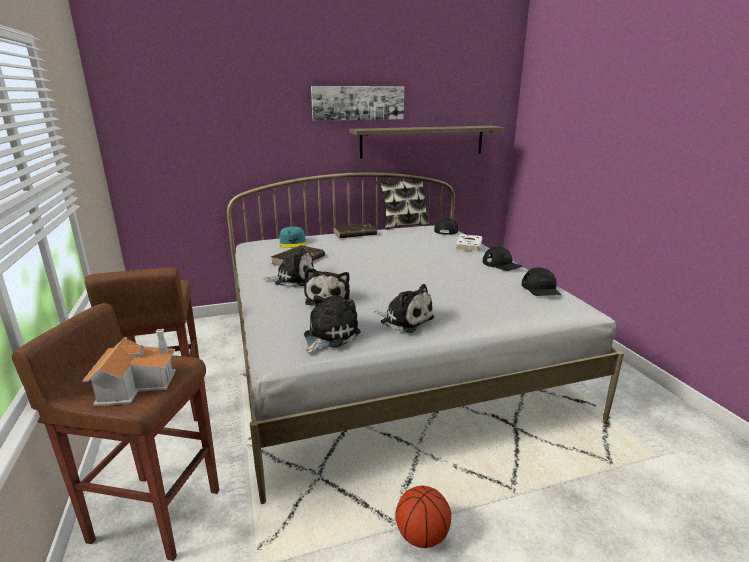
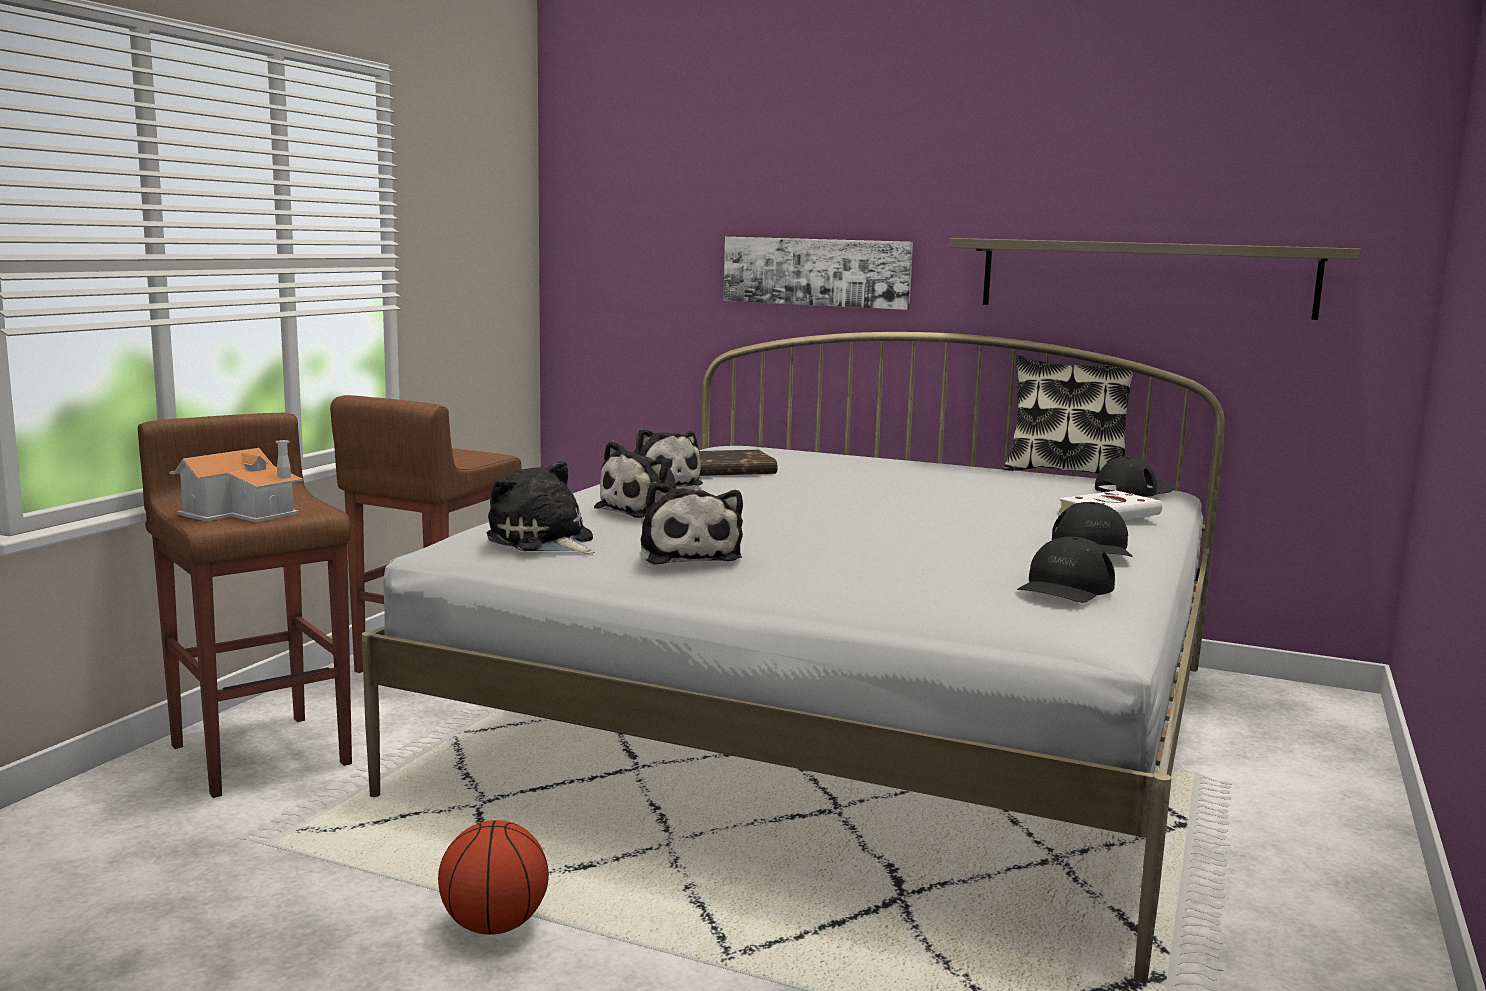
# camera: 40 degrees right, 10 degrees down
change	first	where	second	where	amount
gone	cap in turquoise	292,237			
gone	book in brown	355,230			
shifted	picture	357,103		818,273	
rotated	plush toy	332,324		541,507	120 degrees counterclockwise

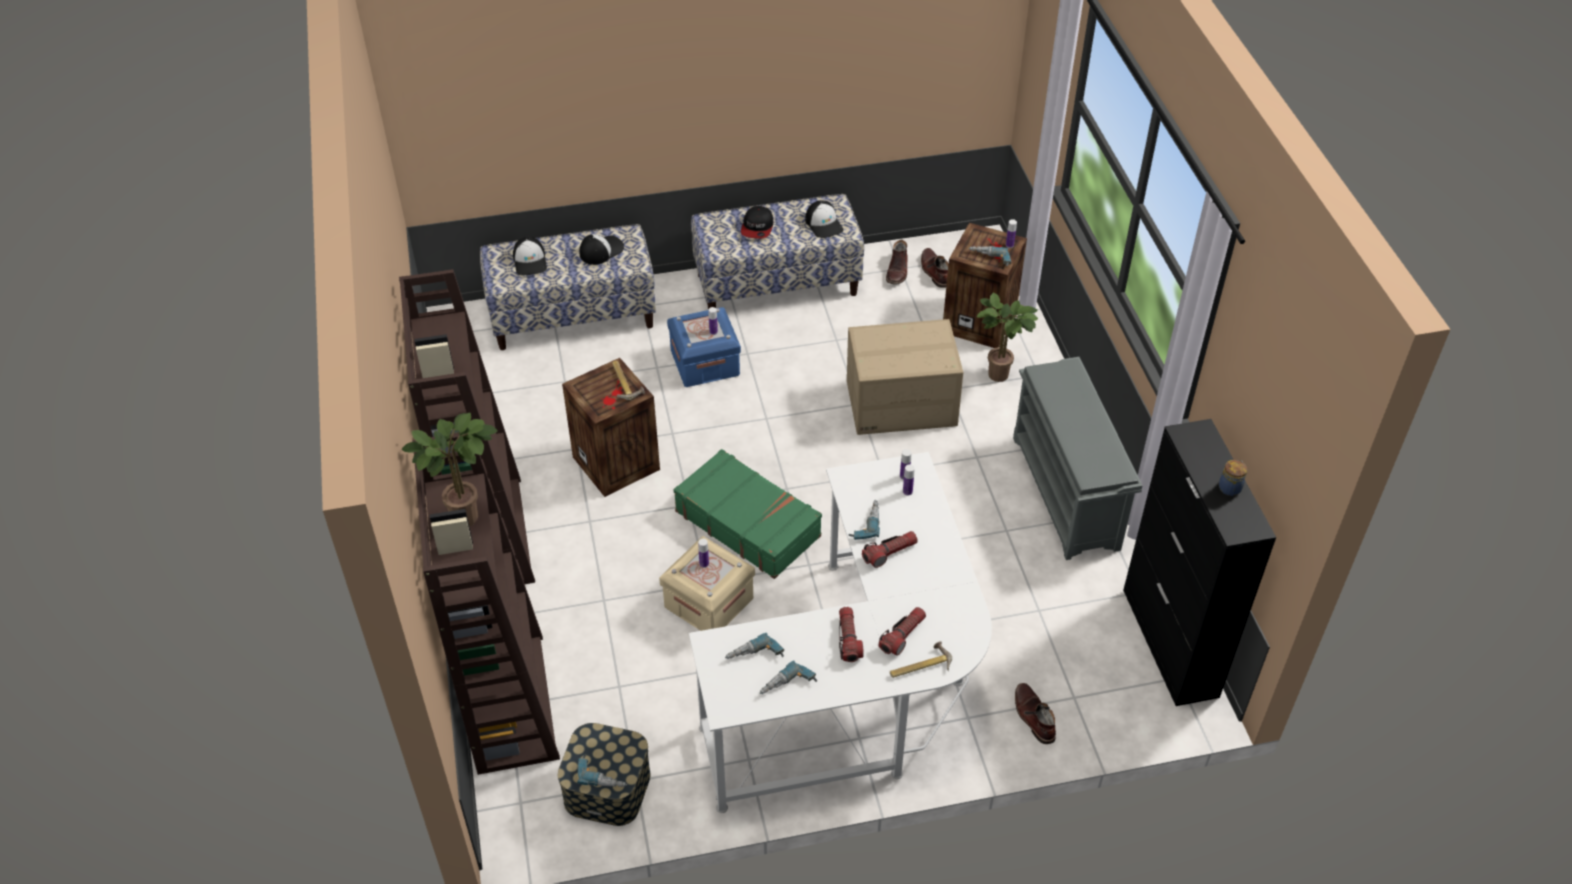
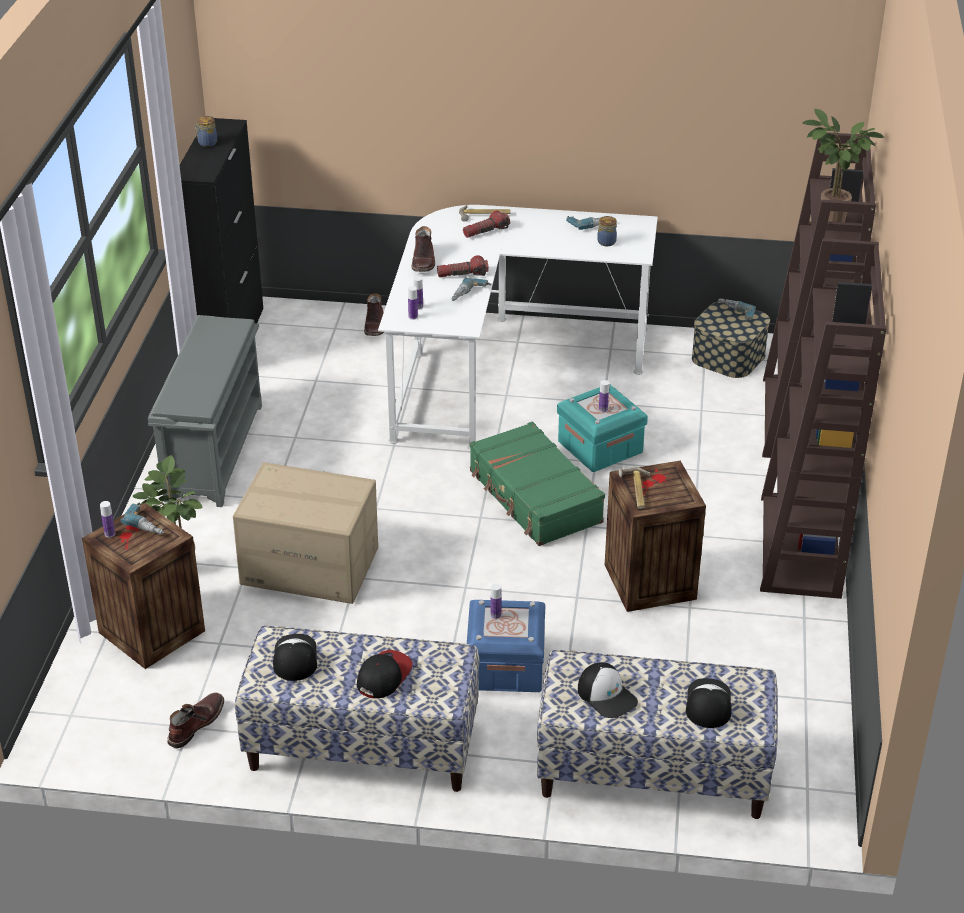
# camera: 160 degrees left, 10 degrees down
change	first	where	second	where	amount
gone	flashlight	851,634			
shifted	boot in brown	935,268		423,249	
swapped	power drill	754,646	jar	607,231	
repainted	storage box in beige	707,583	storage box in turquoise	602,428	
rotated	cap	601,249		608,690	105 degrees counterclockwise

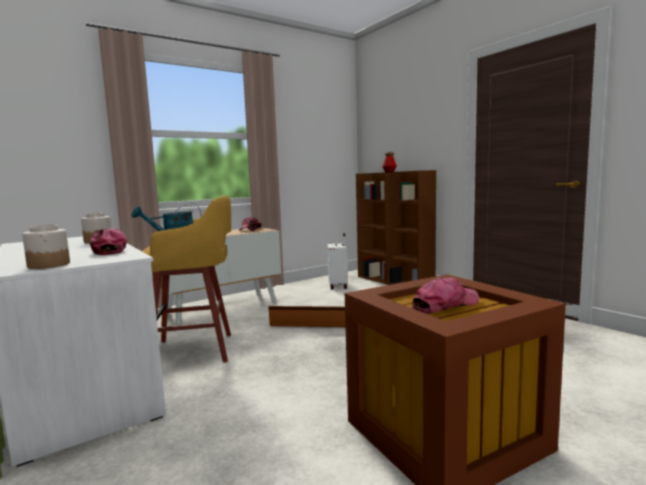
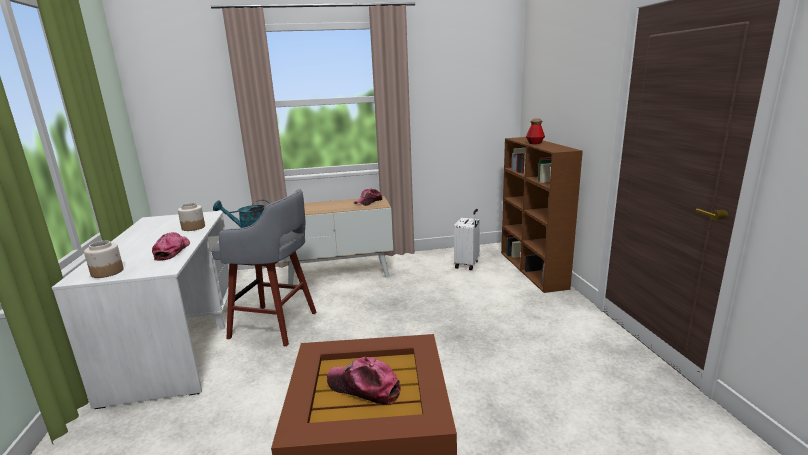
# camera: 25 degrees right, 10 degrees up
change	first	where	second	where	amount
gone	storage box in brown	306,316			
repainted	stool in yellow	186,279	stool in grey	264,267	
rotated	cap	445,296		364,380	150 degrees counterclockwise

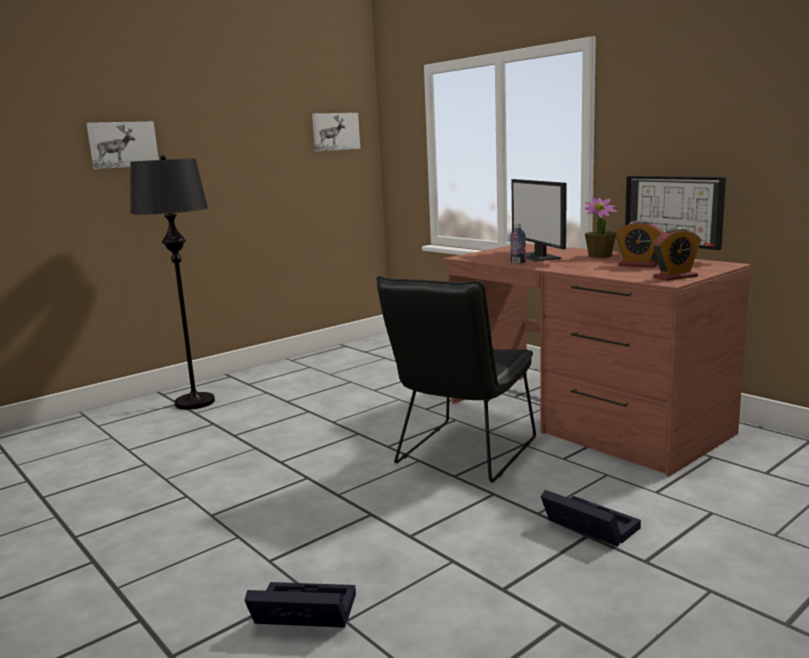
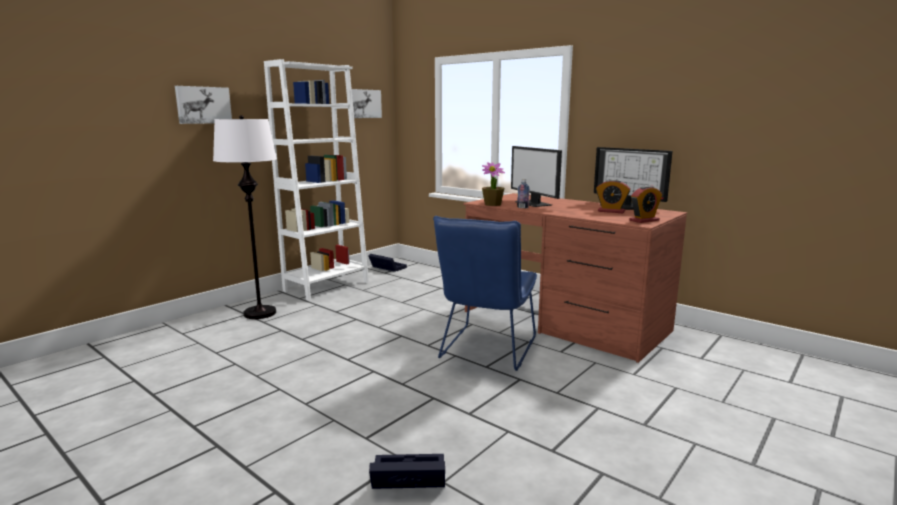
# camera: 10 degrees left, 0 degrees up
change	first	where	second	where	amount
new			bookcase in white	316,180	
shifted	storage box in black	590,518		388,263	
shifted	potted plant	601,228		493,184	
repainted	floor lamp in black	172,282	floor lamp in white	245,217	
repainted	chair in black	456,379	chair in blue	485,293	

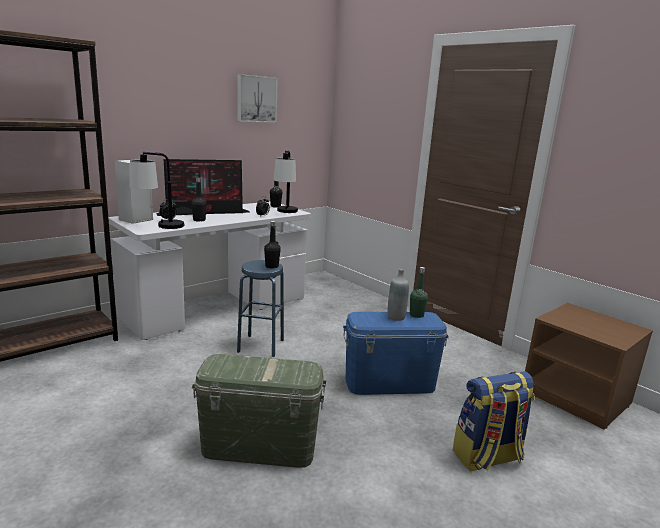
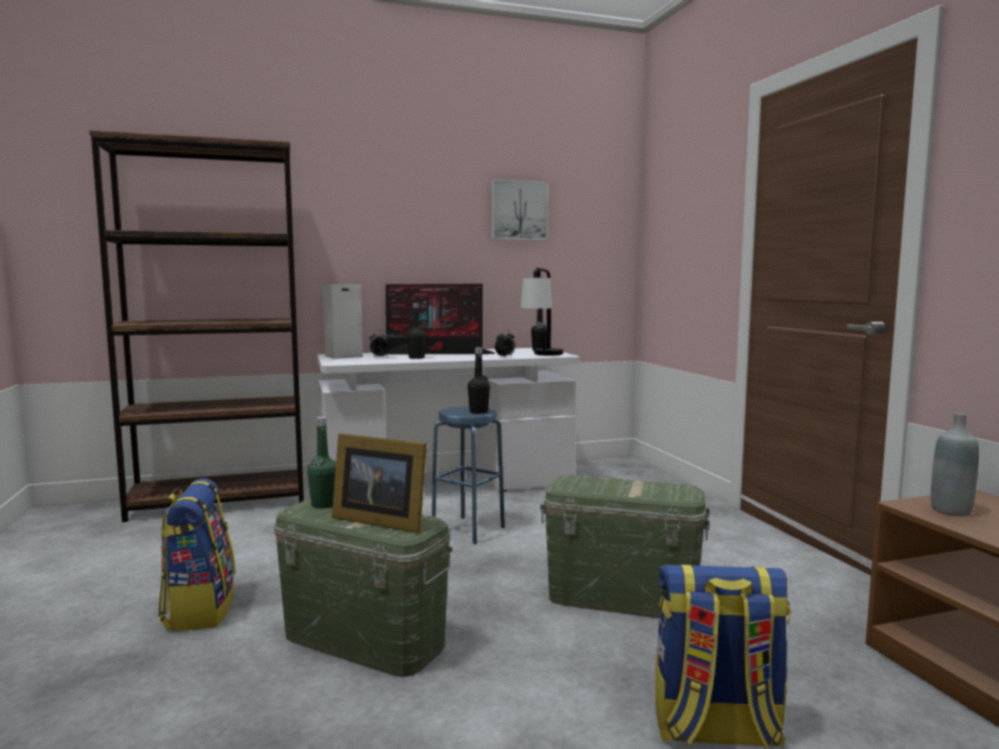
# camera: 25 degrees right, 10 degrees down
change	first	where	second	where	amount
gone	table lamp	156,190			
new			backpack	197,555	
new			picture frame	379,483	
shifted	bottle in grey	398,295		955,464	
shifted	bottle in green	419,292		321,463	
repainted	storage box in blue	396,353	storage box in green	625,547	

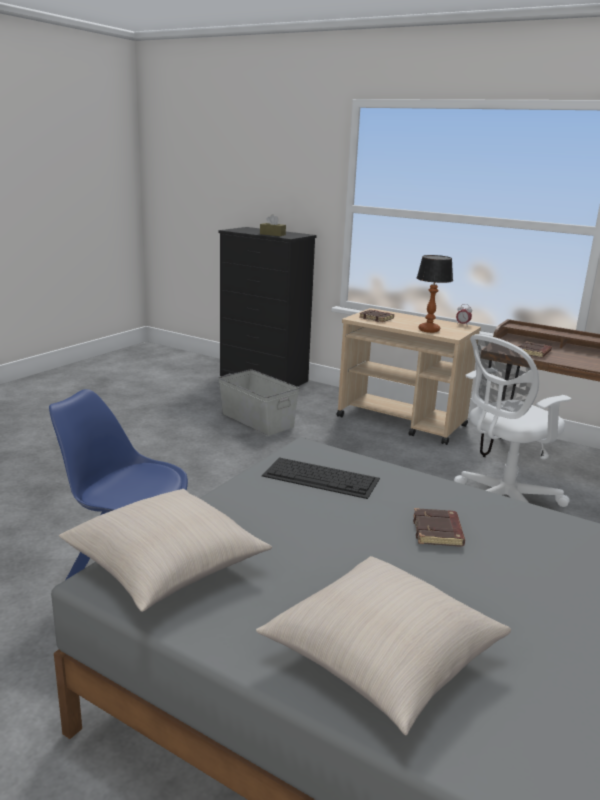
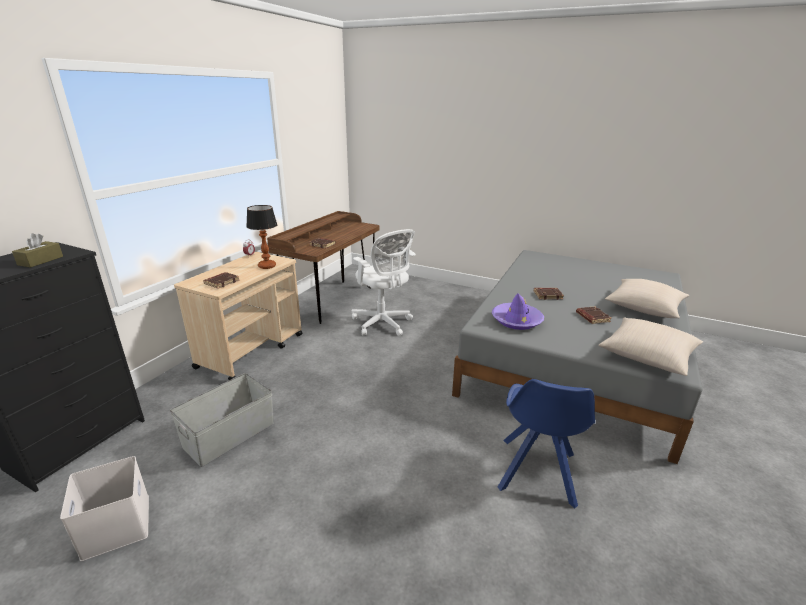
# camera: 95 degrees left, 5 degrees up
change	first	where	second	where	amount
new			storage box in white	104,508	
new			book in brown	594,315	
swapped	keyboard	321,478	hat in purple	518,311	

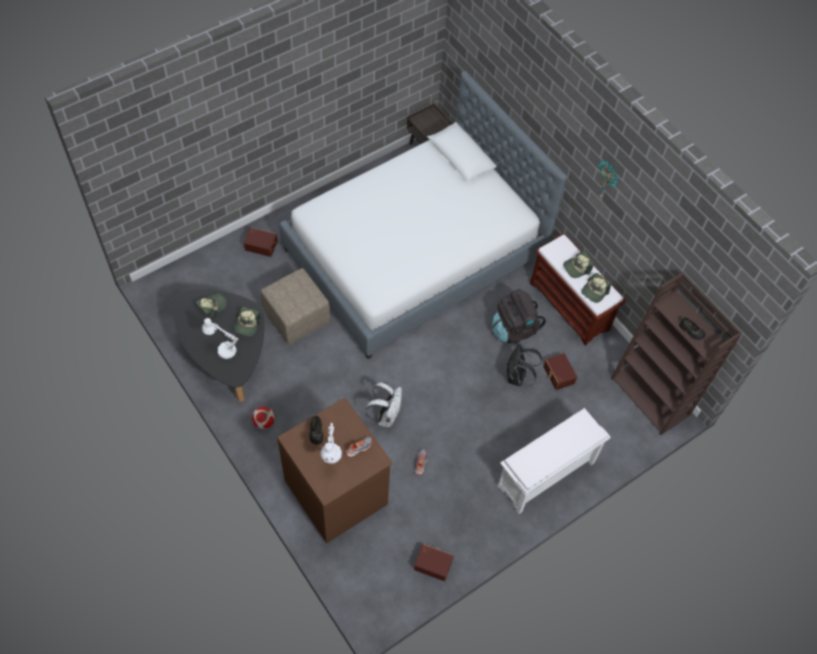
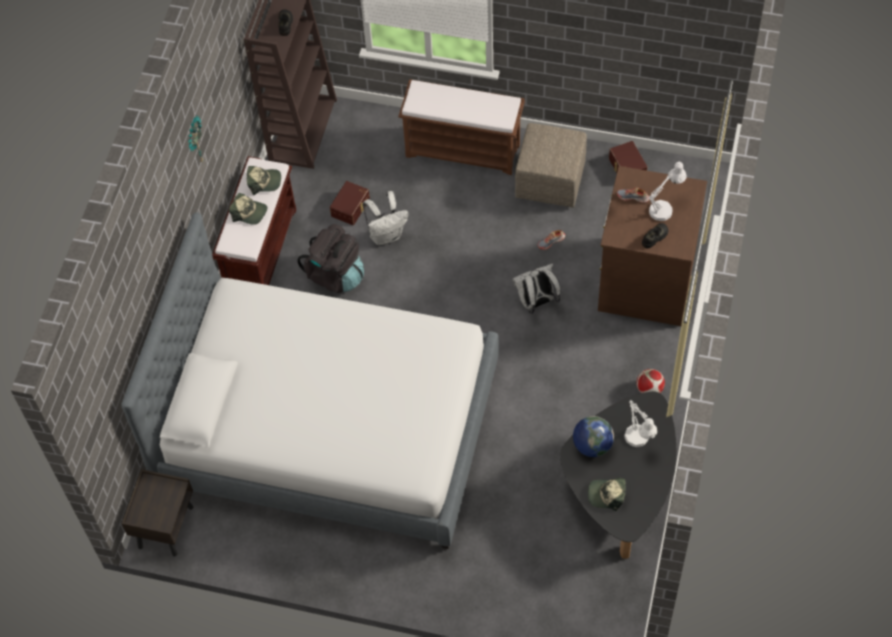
# camera: 125 degrees left, 0 degrees up
change	first	where	second	where	amount
gone	storage box in brown	261,242			
shifted	ottoman in beige	295,306		551,165	
swapped	cap	247,321	globe	593,436	
repainted	bench in white	554,461	bench in brown	461,127	
repainted	backpack in black	524,365	backpack in white	385,218	

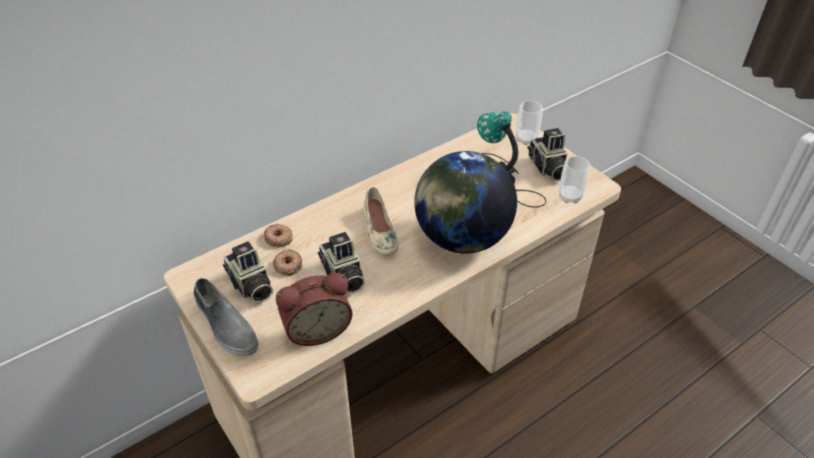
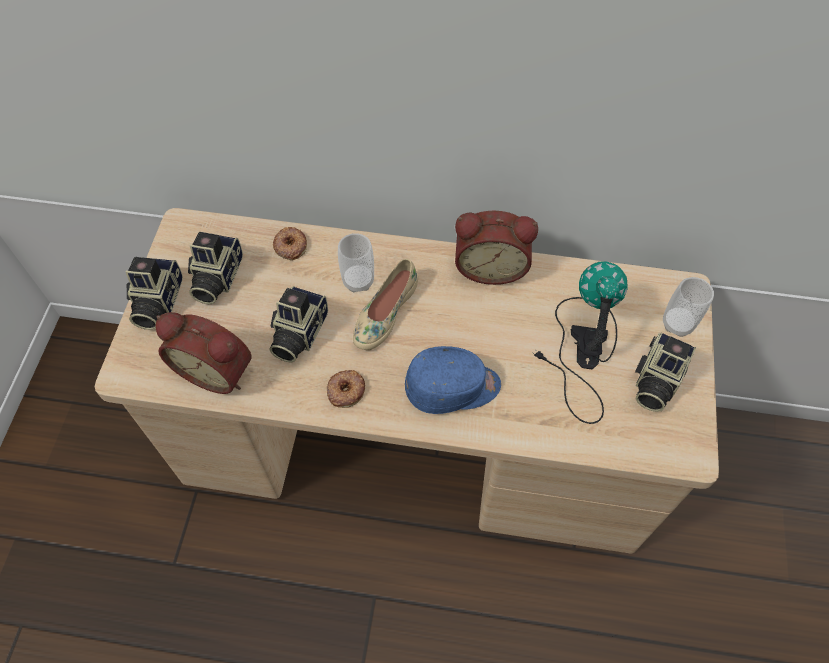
# camera: 45 degrees right, 15 degrees up
change	first	where	second	where	amount
new			alarm clock	496,248	
shifted	donut	287,262		346,389	
shifted	cup	574,180		356,262	
swapped	shoe in grey	226,317	photo camera	154,293	
swapped	globe	465,202	cap in blue	453,380	

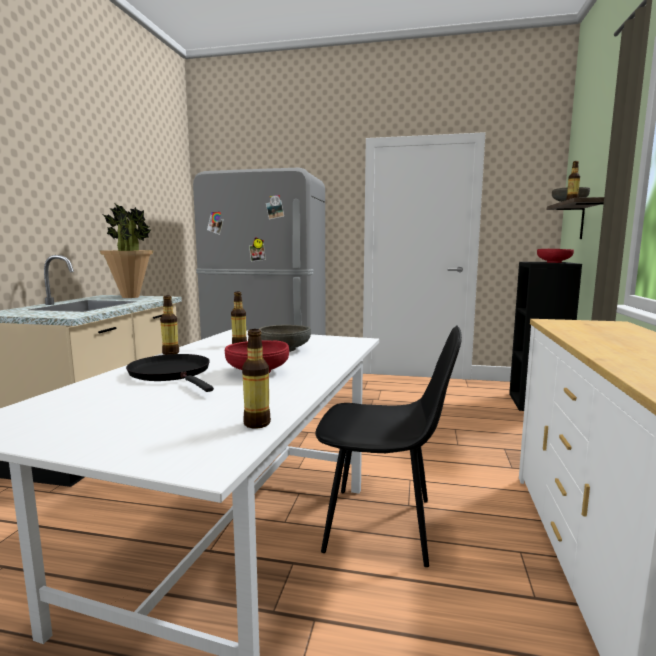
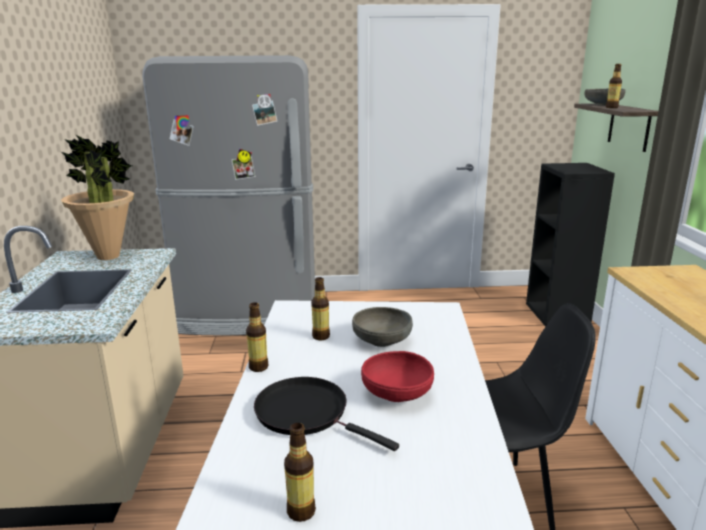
# camera: 15 degrees left, 10 degrees up
change	first	where	second	where	amount
gone	bowl in red	555,256			
shifted	bottle	256,379		300,472	

